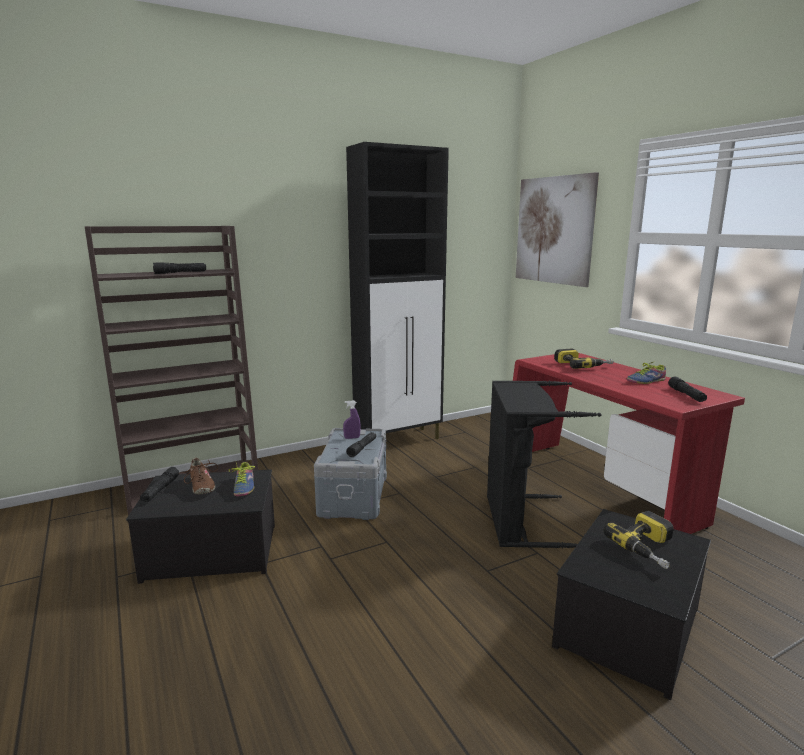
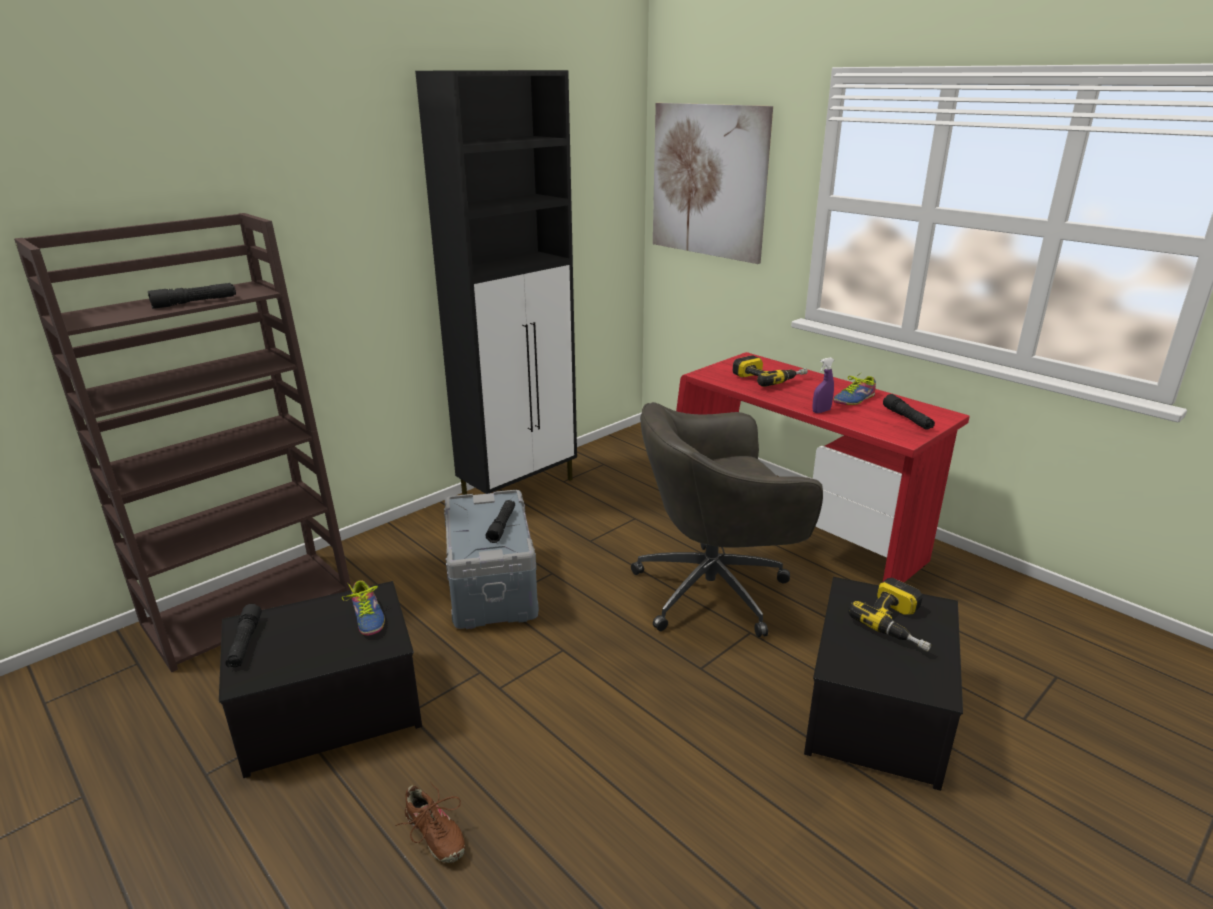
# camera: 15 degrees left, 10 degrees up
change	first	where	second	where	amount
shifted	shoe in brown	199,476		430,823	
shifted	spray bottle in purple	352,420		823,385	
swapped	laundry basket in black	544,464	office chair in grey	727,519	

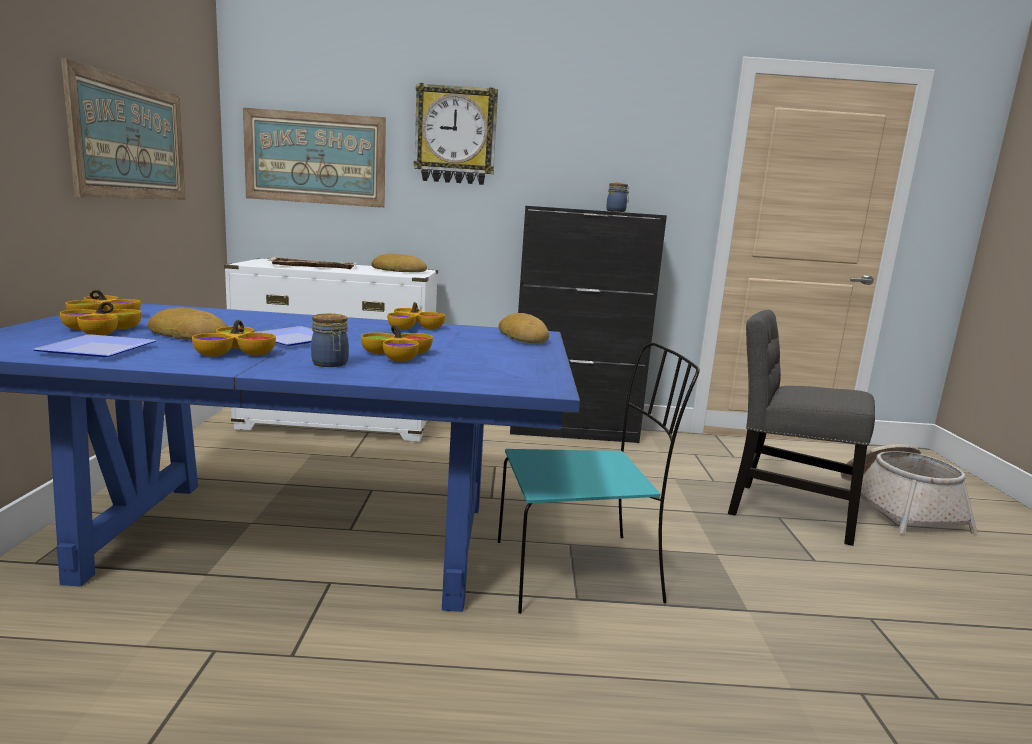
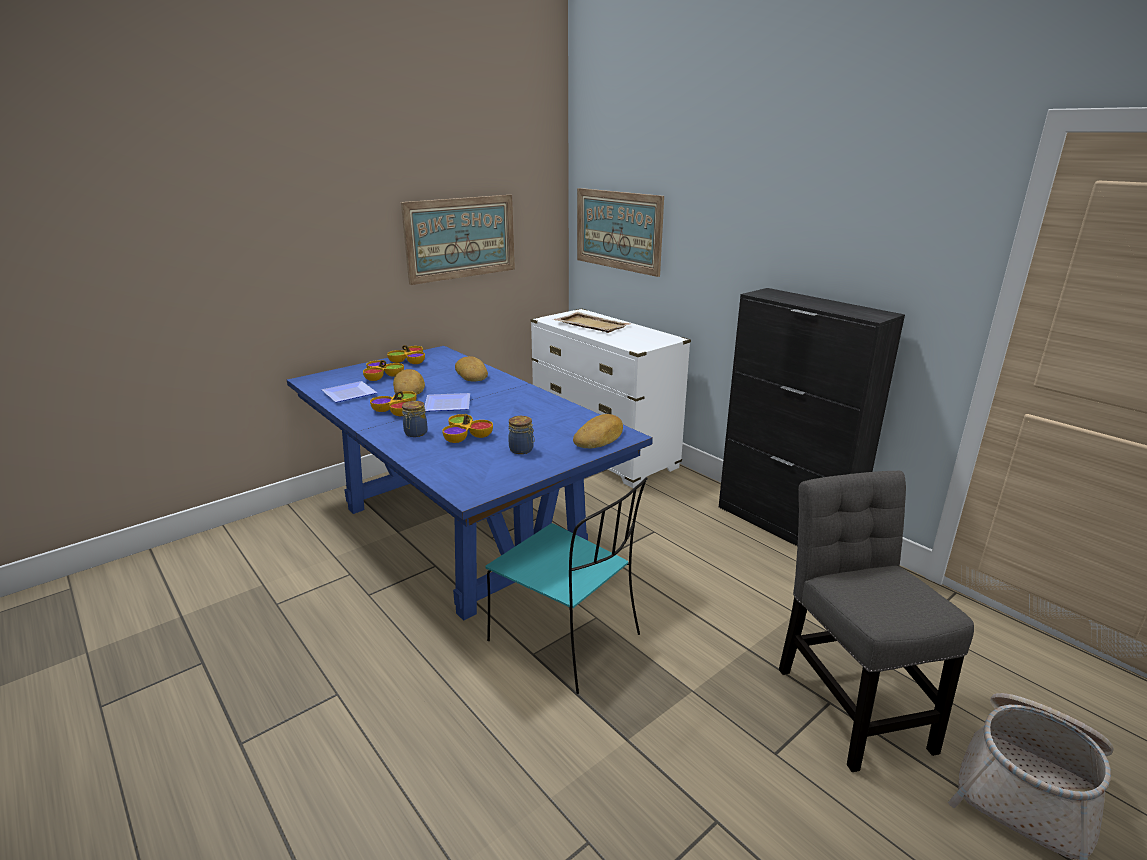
# camera: 50 degrees right, 10 degrees up
change	first	where	second	where	amount
gone	bowl	416,316			
gone	wall clock	456,134			
shifted	bread	399,262		471,369	
shifted	jar	617,197		521,435	

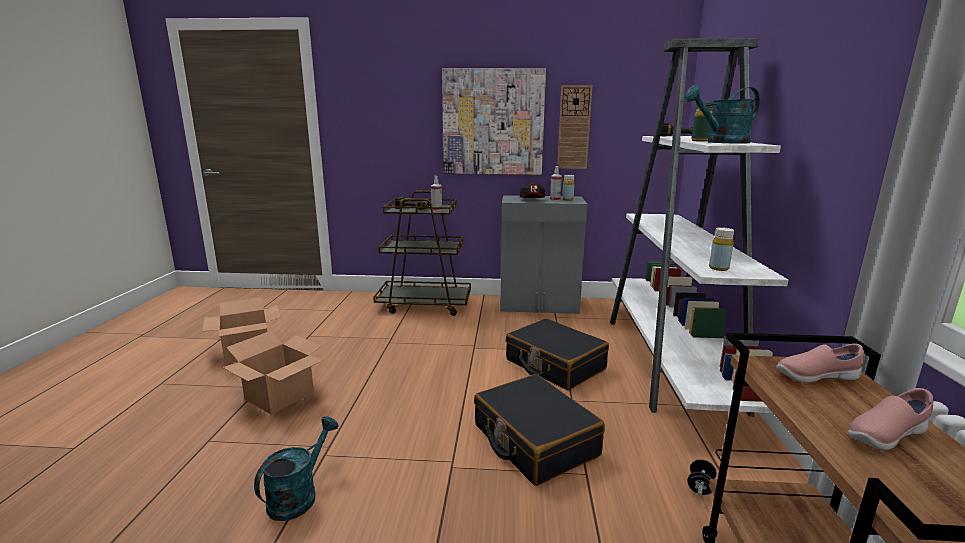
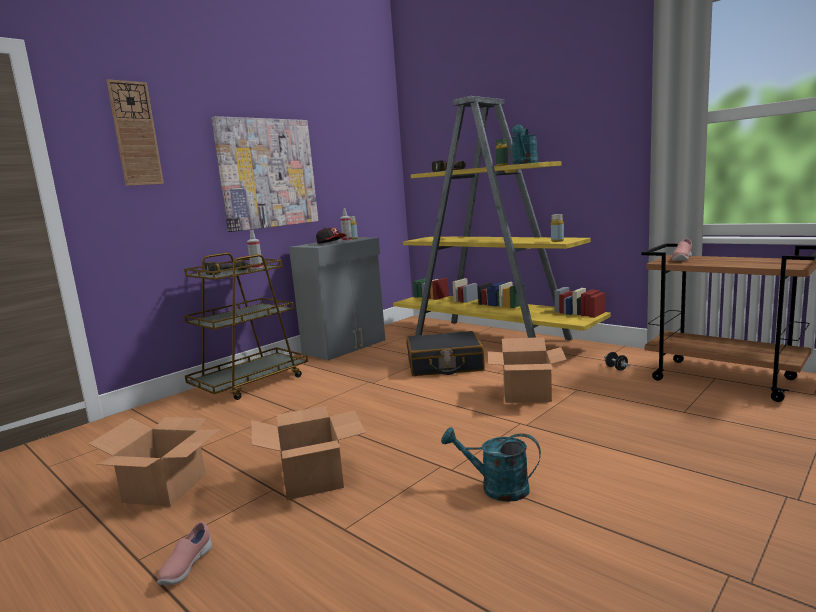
# camera: 50 degrees left, 5 degrees down
change	first	where	second	where	amount
shifted	wall clock	574,127		135,132	
shifted	shoe in pink	890,419		184,553	
swapped	suitcase in black	539,430	cardboard box	527,370	
repainted	bookcase in white	699,227	bookcase in yellow	502,218	
rotated	watering can in turquoise	296,468		491,464	45 degrees counterclockwise

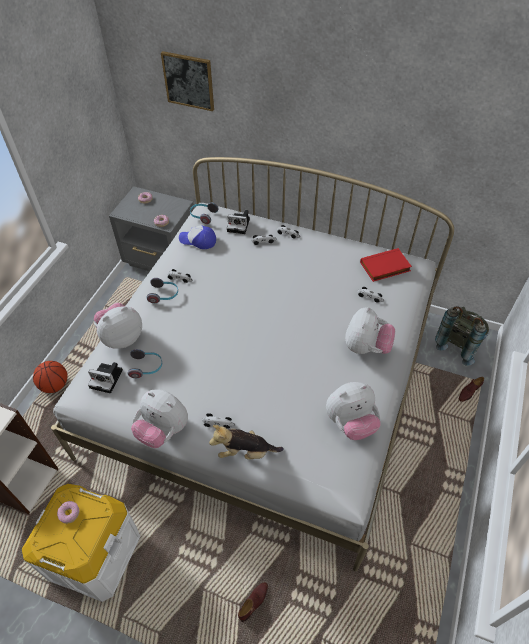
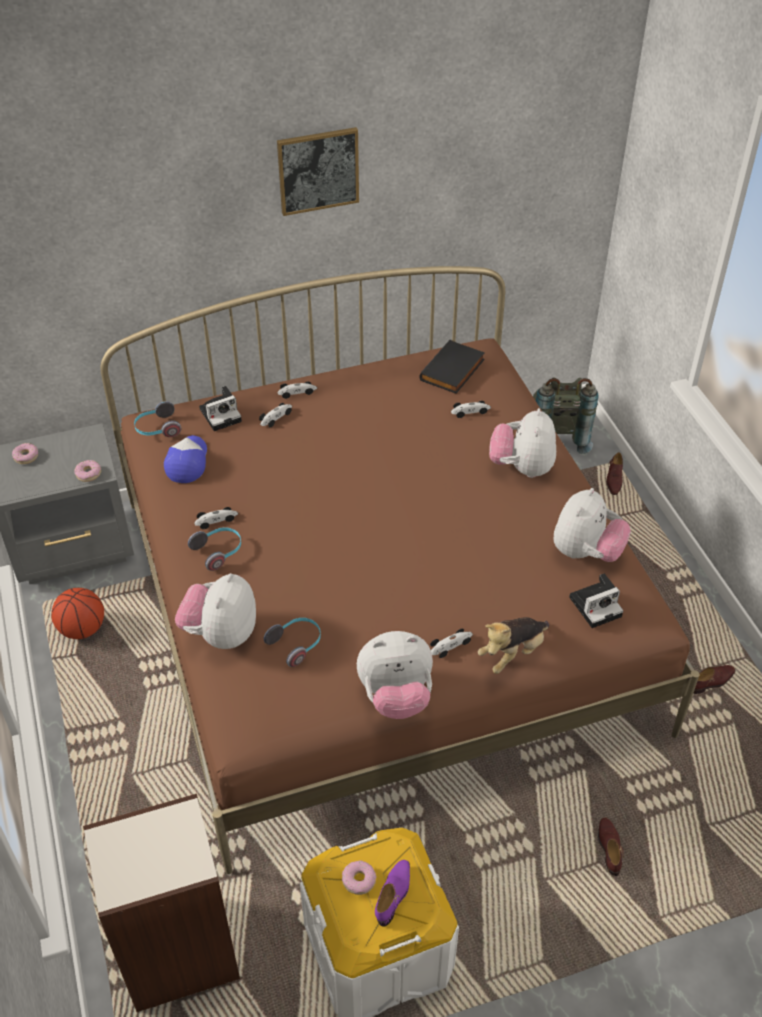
# camera: 40 degrees left, 5 degrees down
change	first	where	second	where	amount
new			shoe in purple	392,893	
new			shoe in brown	714,679	
shifted	basketball	50,377		77,613	
shifted	photo camera	105,377		596,600	
shifted	picture	187,81		318,171	
repainted	bed in white	252,364	bed in brown	400,570	
repainted	book in red	386,265	book in black	452,367	
rotated	cap	197,237		185,459	120 degrees clockwise
rotated	plush toy	370,330		522,443	150 degrees counterclockwise

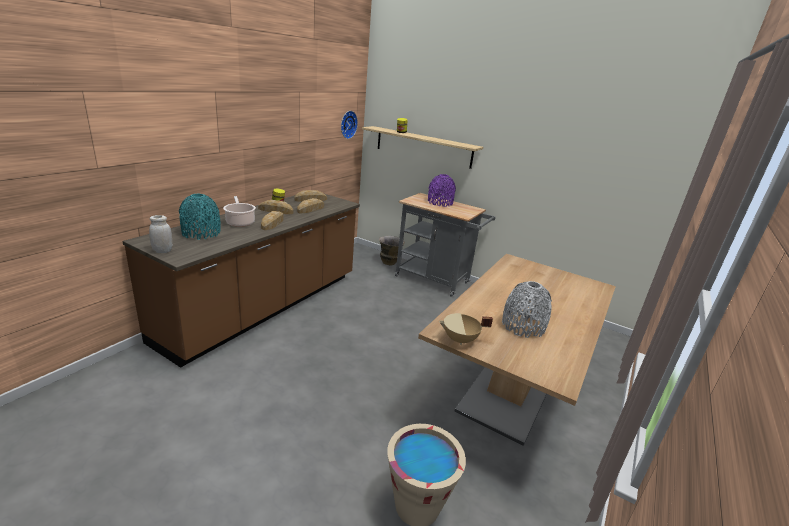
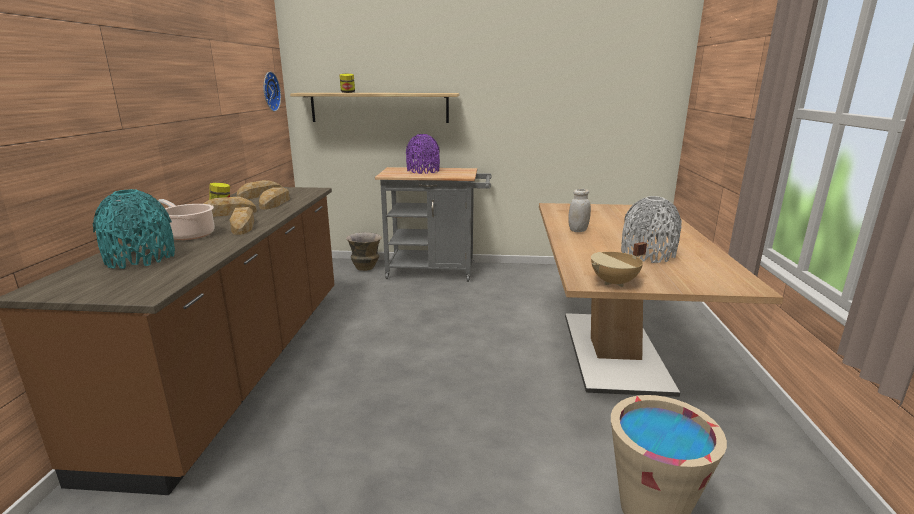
# camera: 25 degrees left, 5 degrees down
change	first	where	second	where	amount
shifted	jar in white	160,234		579,210	

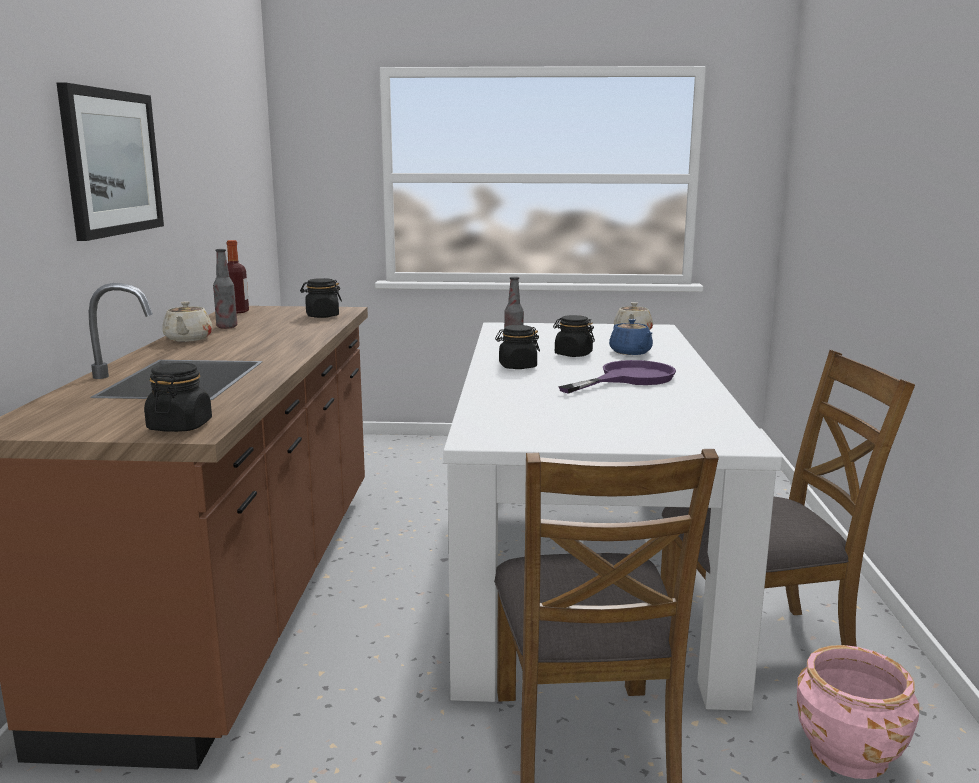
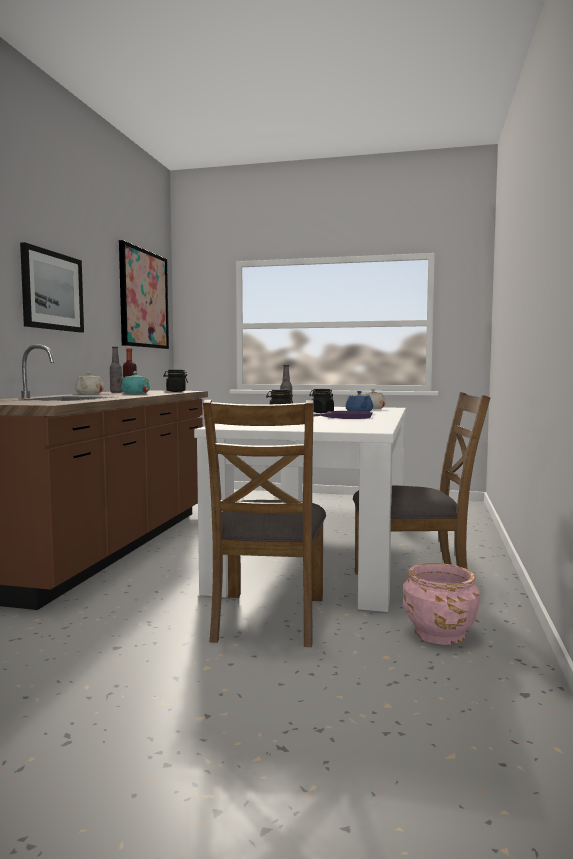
# camera: 10 degrees right, 10 degrees down
change	first	where	second	where	amount
gone	jar in black	178,397			
new			picture	144,294	
new			teapot in turquoise	135,383	

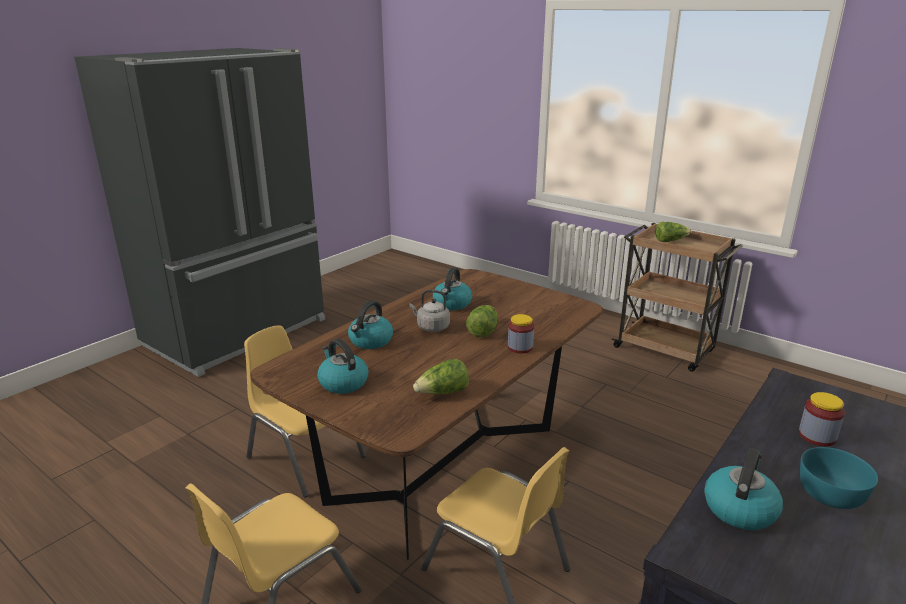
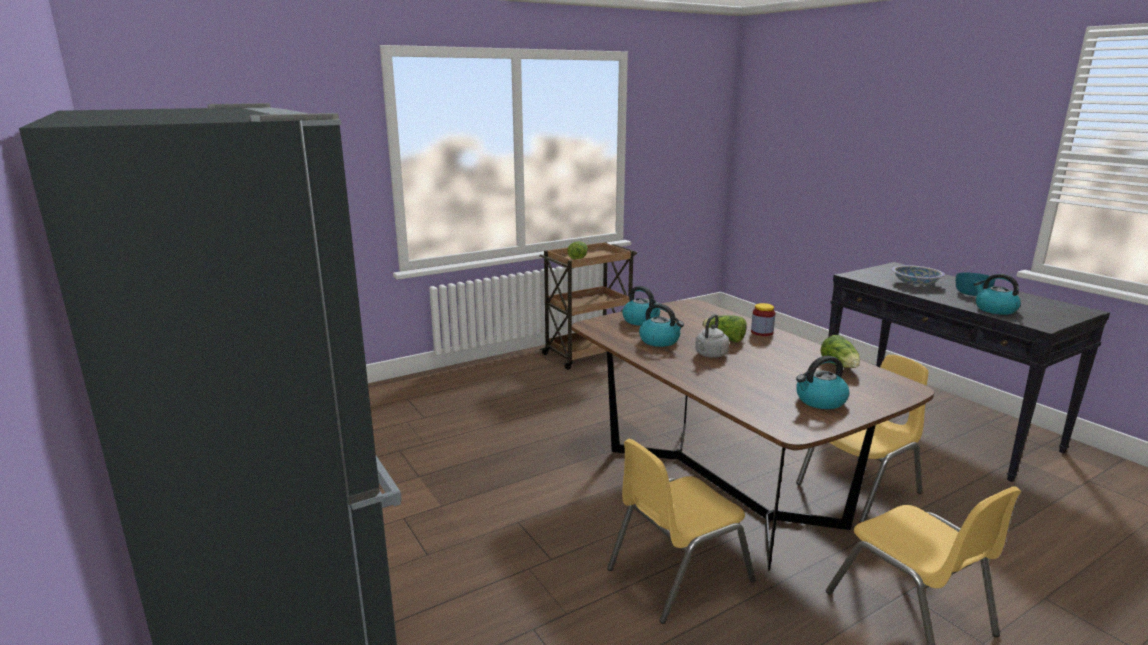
# camera: 70 degrees left, 5 degrees down
change	first	where	second	where	amount
shifted	kettle	370,325		641,306	
swapped	jar	822,419	bowl	918,275	

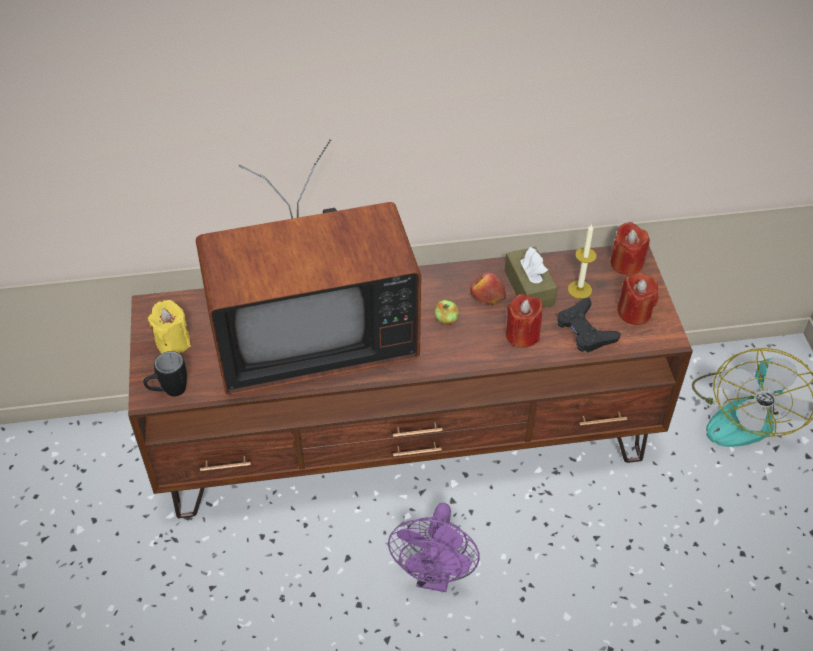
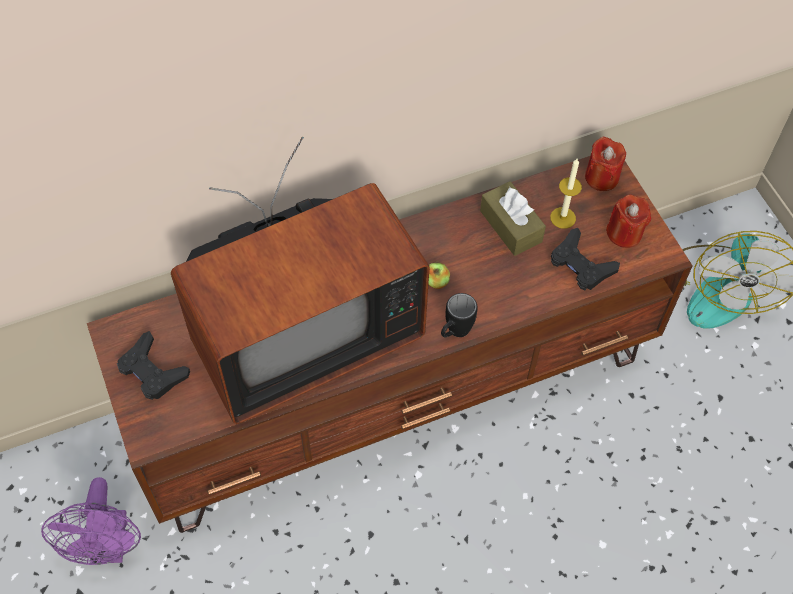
# camera: 15 degrees left, 10 degrees up
change	first	where	second	where	amount
gone	apple	488,288			
gone	candle in red	524,320			
shifted	mug in black	165,374		459,315	
shifted	fan in purple	434,547		91,521	
swapped	candle in yellow	169,327	game controller in black	153,365	

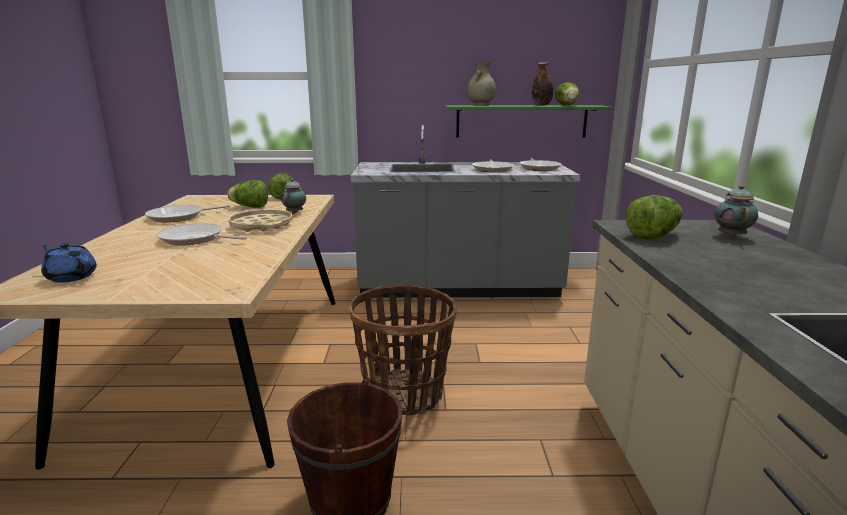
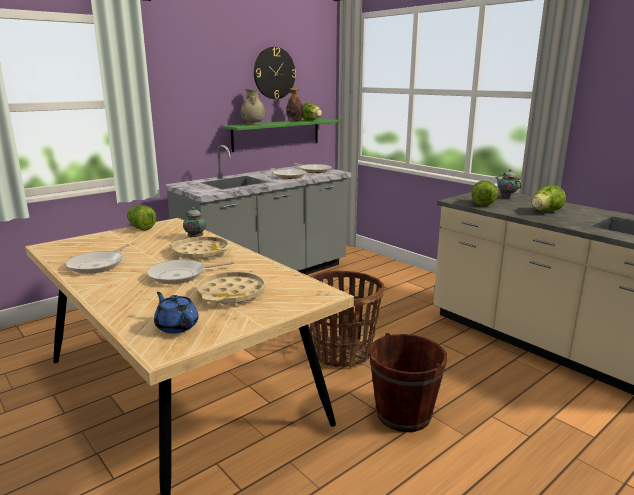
# camera: 40 degrees left, 0 degrees up
change	first	where	second	where	amount
new			tray in beige	231,287	
new			wall clock	275,73	
shifted	lettuce	247,194		549,198	
rotated	teapot in blue	69,263		176,313	60 degrees clockwise

